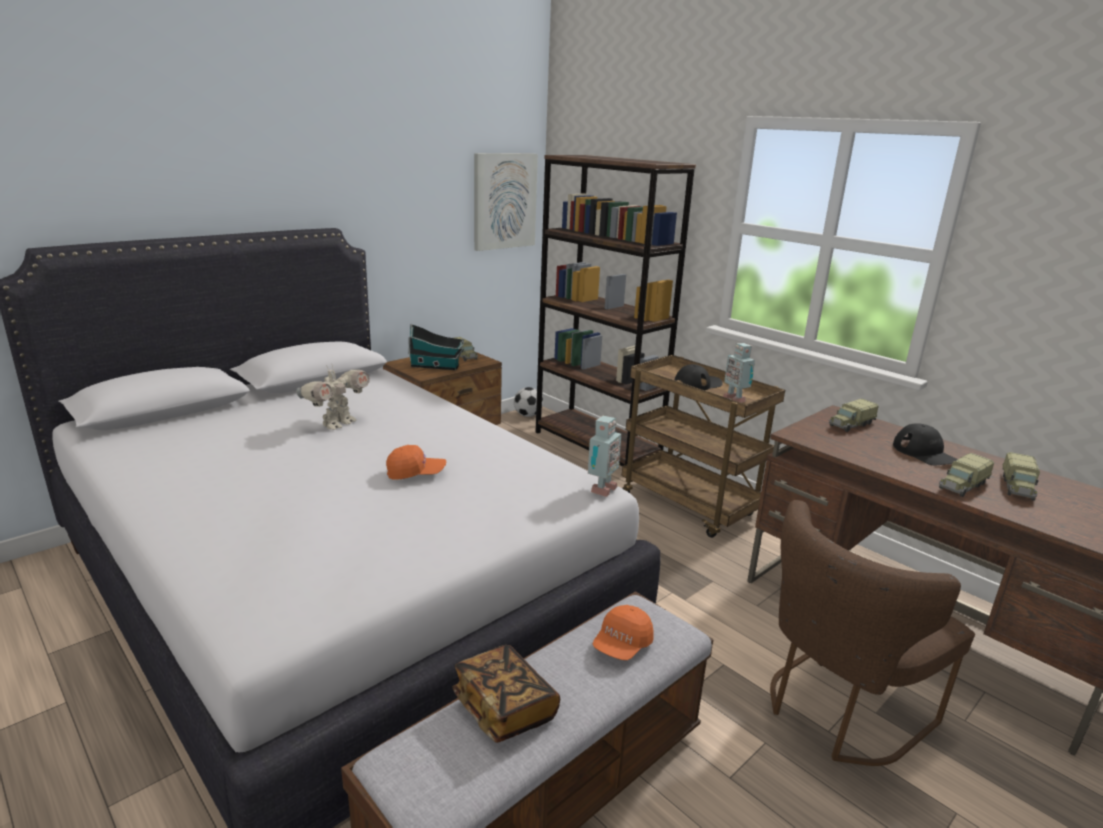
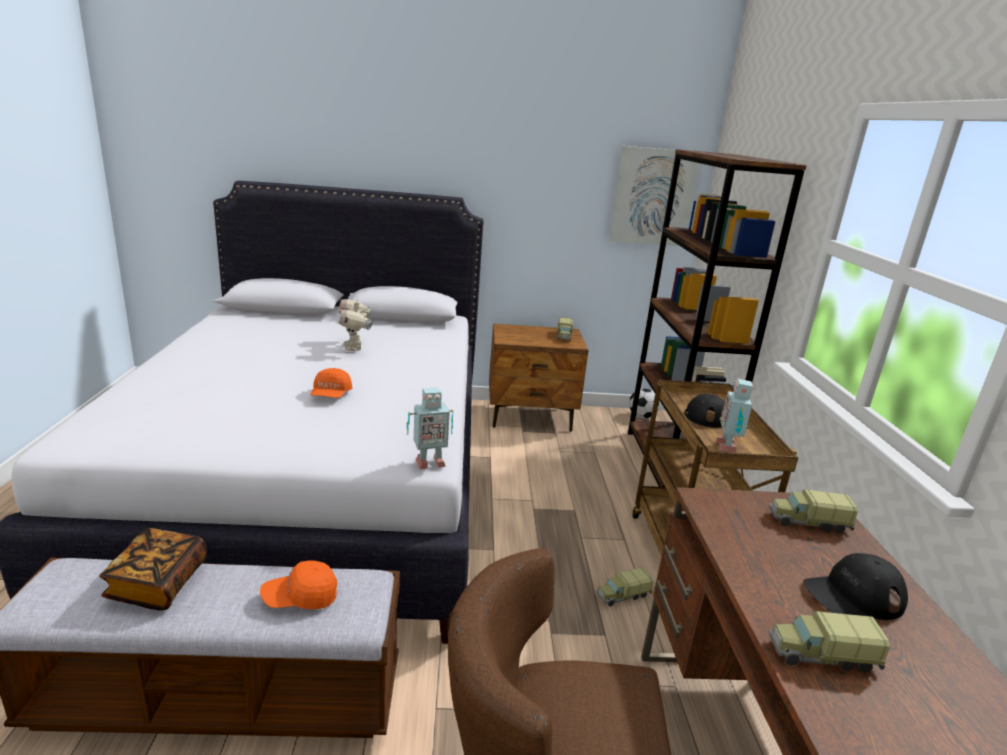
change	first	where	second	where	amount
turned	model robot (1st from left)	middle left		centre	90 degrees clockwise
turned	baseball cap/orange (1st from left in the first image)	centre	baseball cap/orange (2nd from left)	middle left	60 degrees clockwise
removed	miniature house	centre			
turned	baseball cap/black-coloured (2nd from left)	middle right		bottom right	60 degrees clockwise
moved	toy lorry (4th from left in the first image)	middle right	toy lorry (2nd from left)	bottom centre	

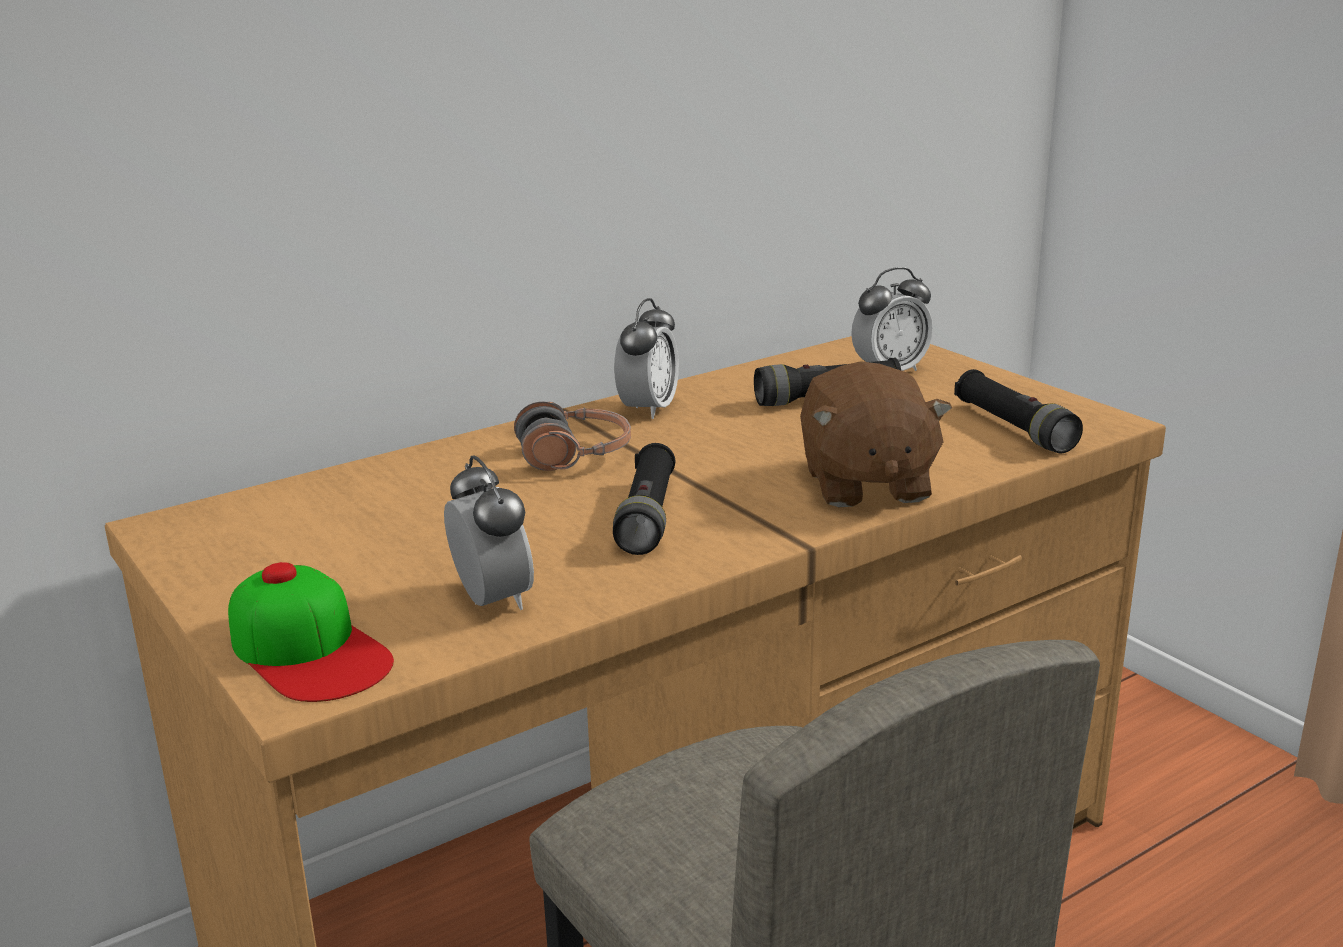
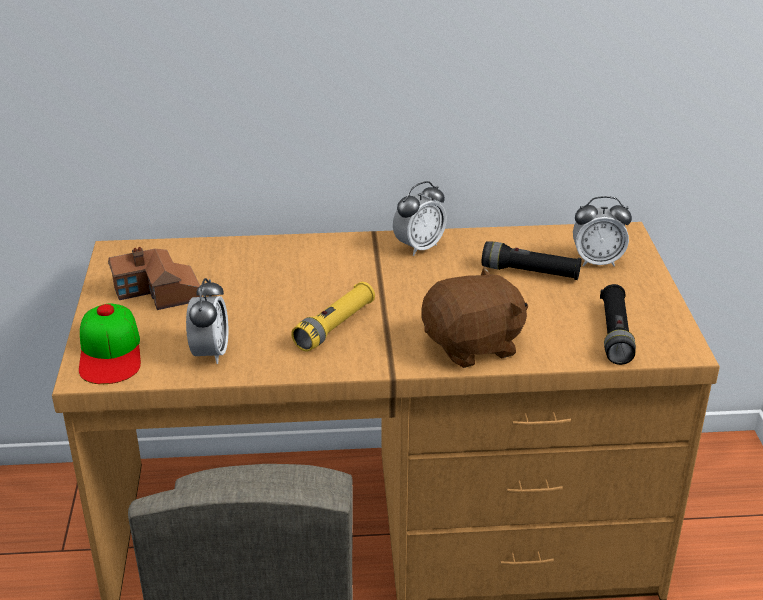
change	first	where	second	where	amount
removed	headset	centre			
recoloured	torch/black-coloured (1st from left)	centre	torch/yellow-coloured	centre	
turned	soft toy/brown	centre		centre	135 degrees counterclockwise
added			miniature house	middle left	

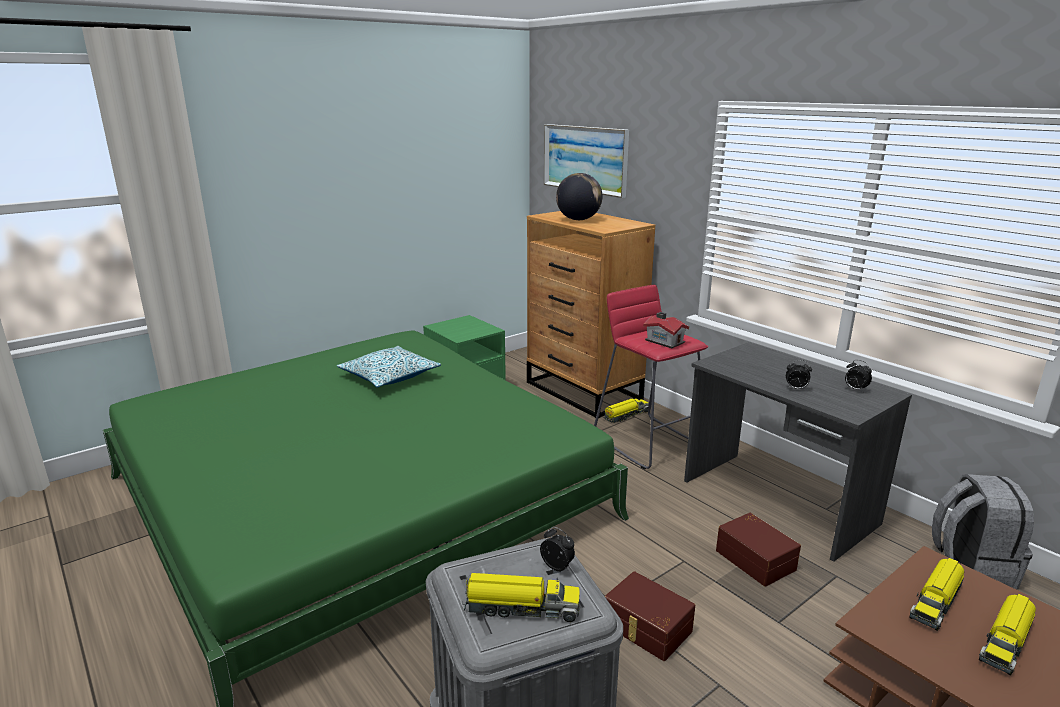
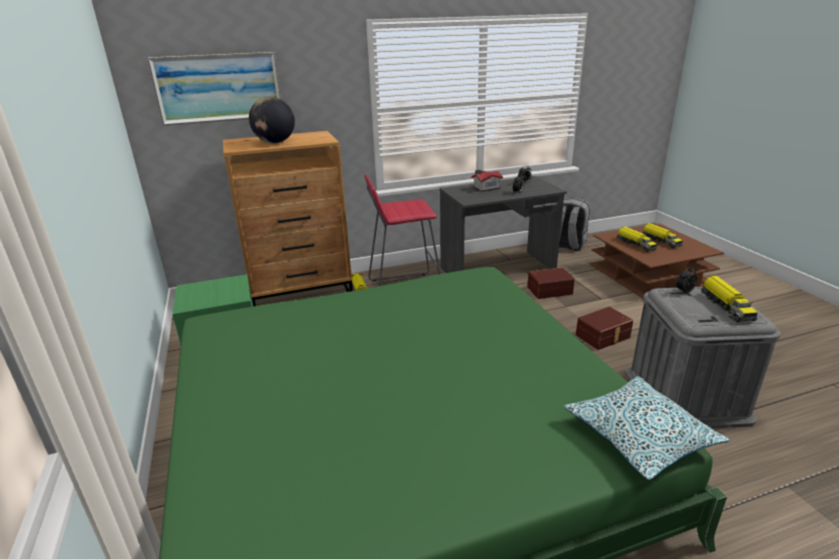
change	first	where	second	where	amount
moved	cushion	centre		bottom right	
turned	toy lorry (1st from left in the first image)	bottom centre	toy lorry (4th from left)	middle right	150 degrees clockwise
moved	miniature house	centre		top centre	

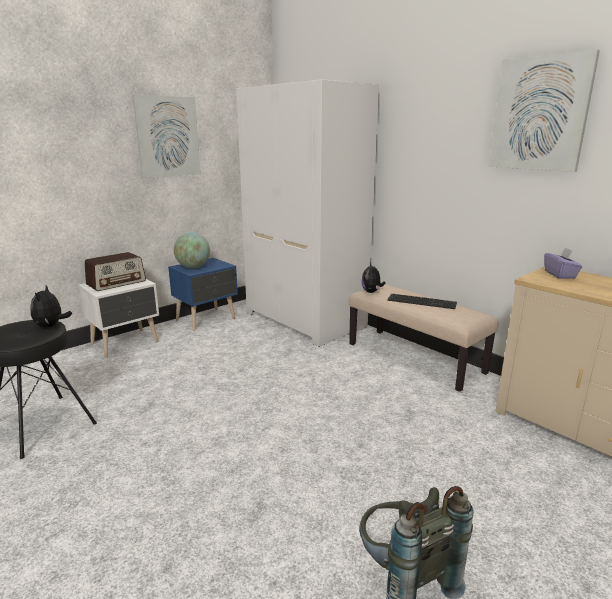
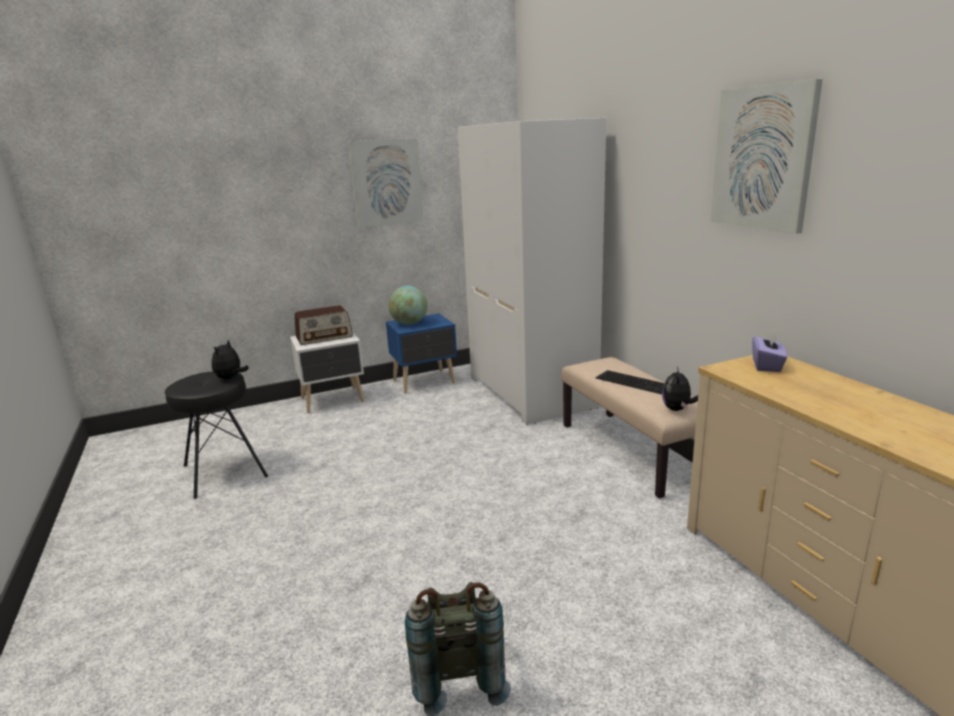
change	first	where	second	where	amount
moved	soft toy (2nd from left)	centre		middle right	

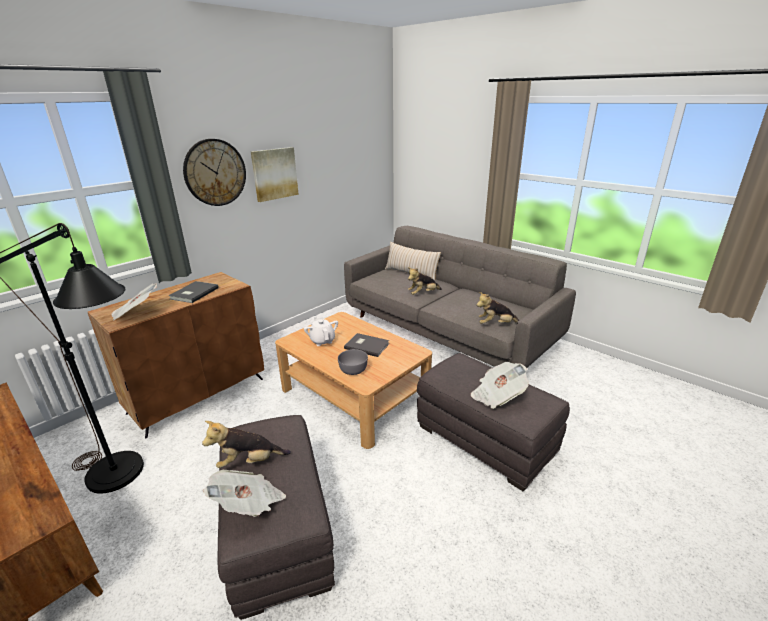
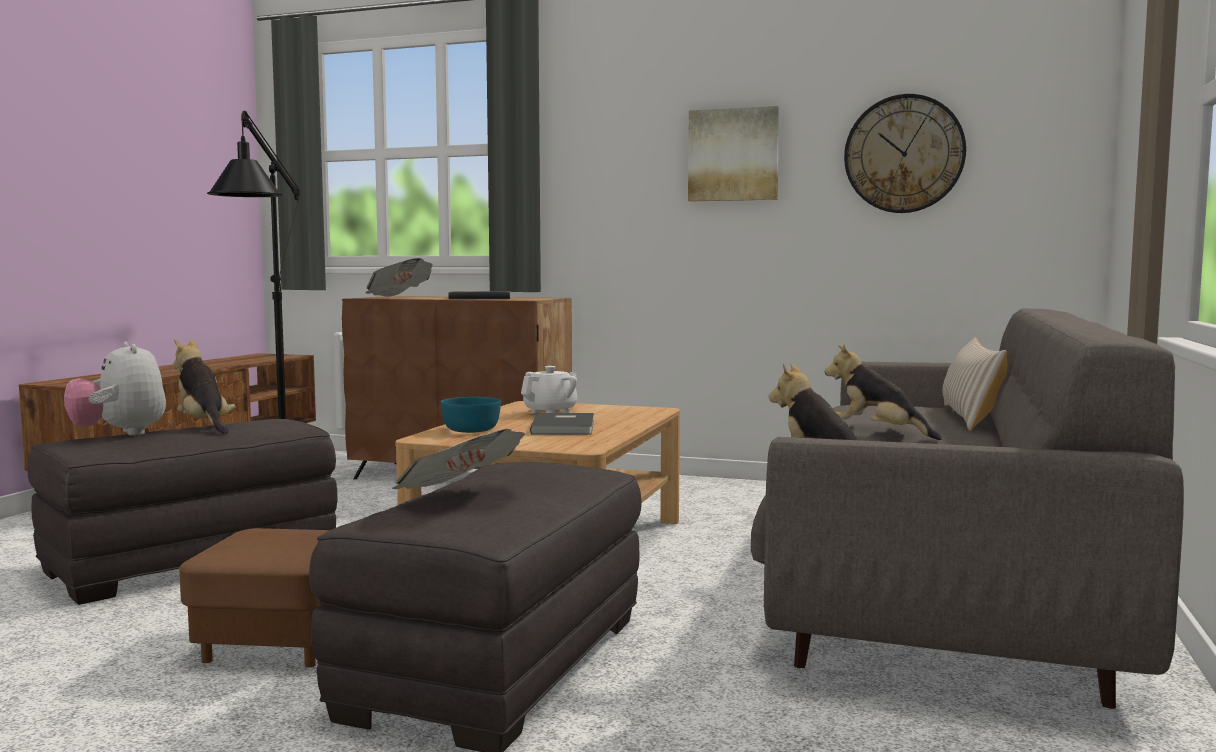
change	first	where	second	where	amount
moved	hanging clock	top left		top right	
replaced	printed paper (2nd from left)	bottom left	soft toy (1st from left)	middle left	
recoloured	serving bowl/greyish	centre	serving bowl/turquoise-coloured	centre	
added			ottoman/brown	bottom left	

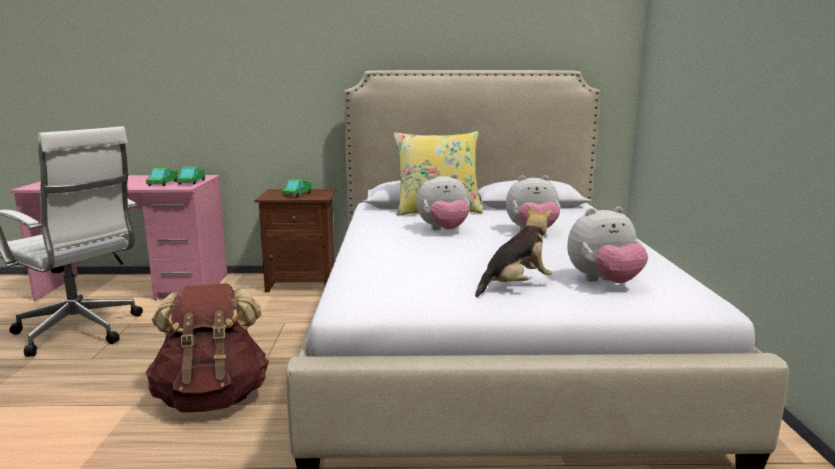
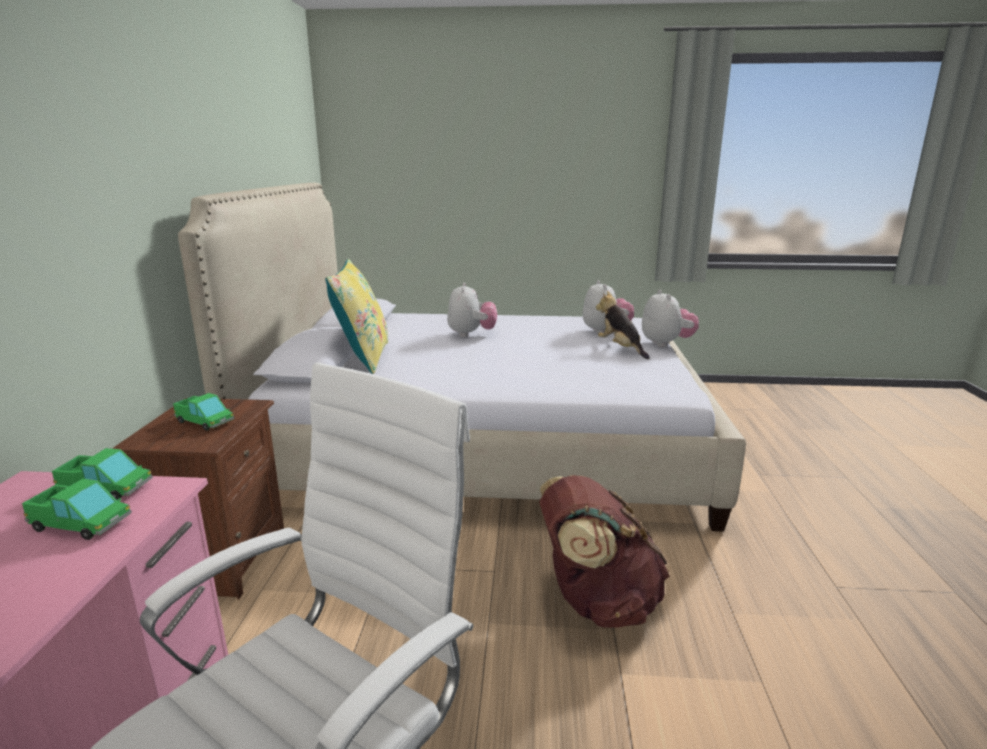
change	first	where	second	where	amount
moved	soft toy (1st from left in the first image)	centre	soft toy (4th from left)	middle right	

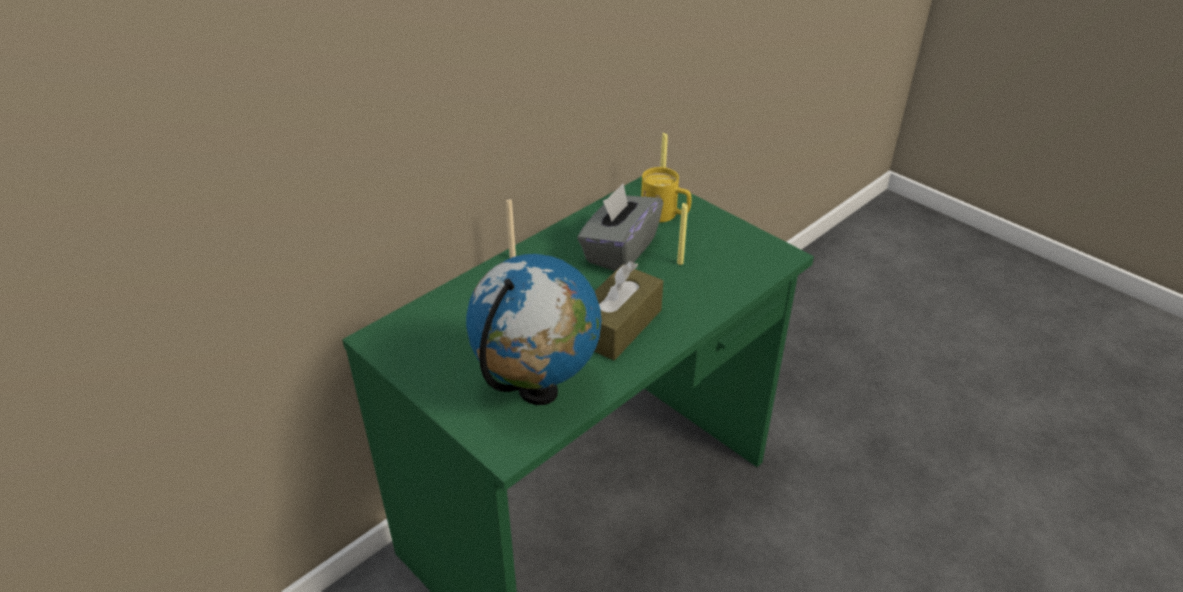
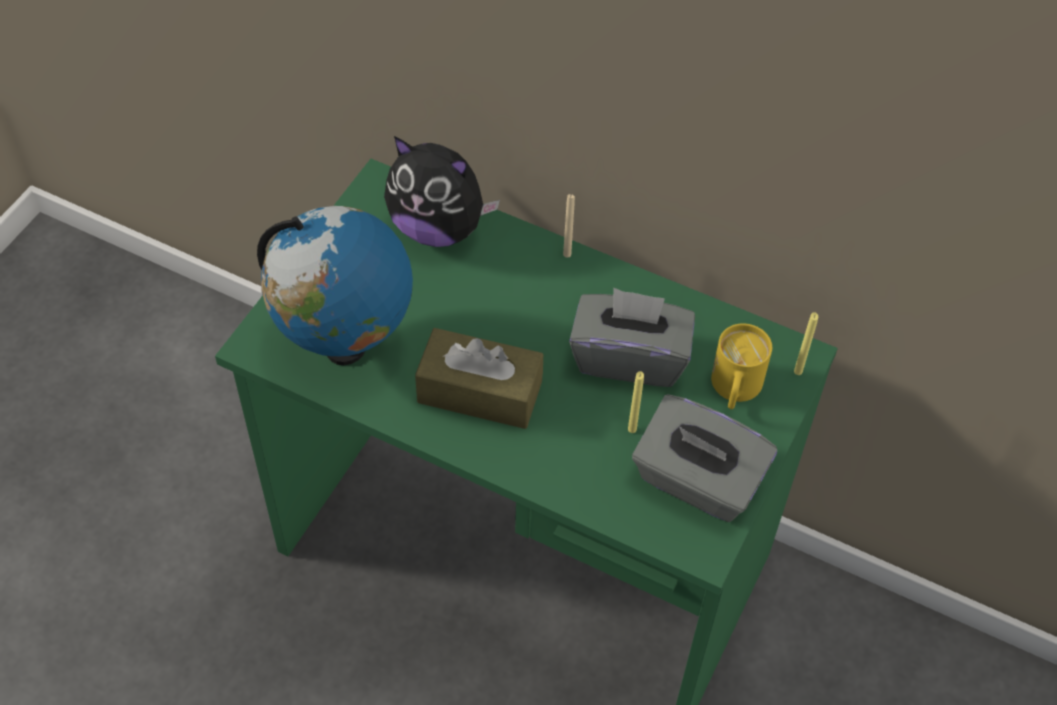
change	first	where	second	where	amount
added			soft toy	top centre	
added			tissue holder/greyish (2nd from left)	centre	

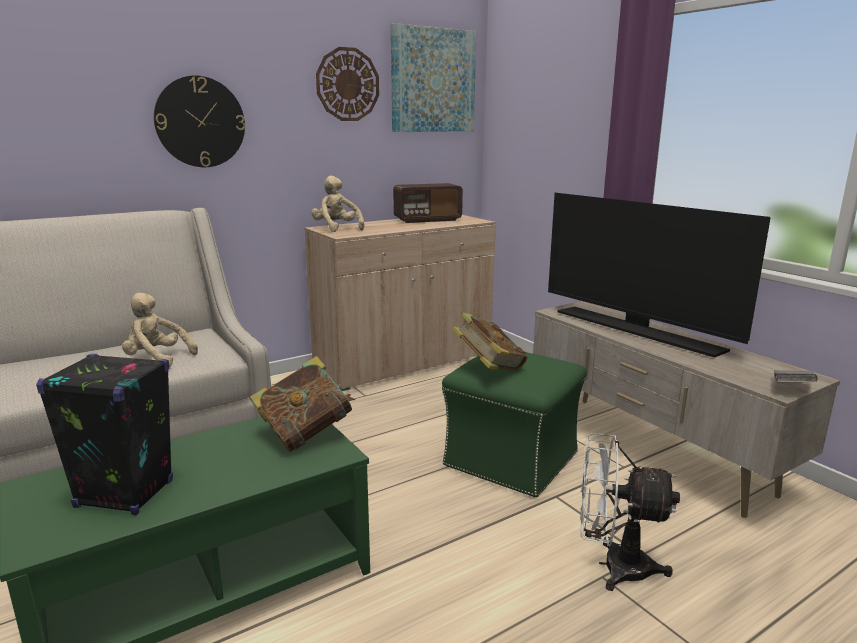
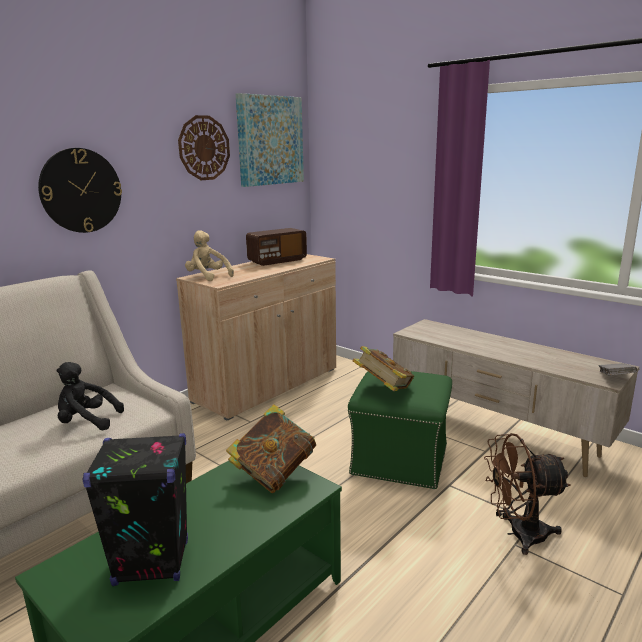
change	first	where	second	where	amount
recoloured	soft toy/beige-coloured (1st from left)	middle left	soft toy/black-coloured	middle left	
removed	television	middle right			
recoloured	fan/white-coloured	bottom right	fan/brown	bottom right	

